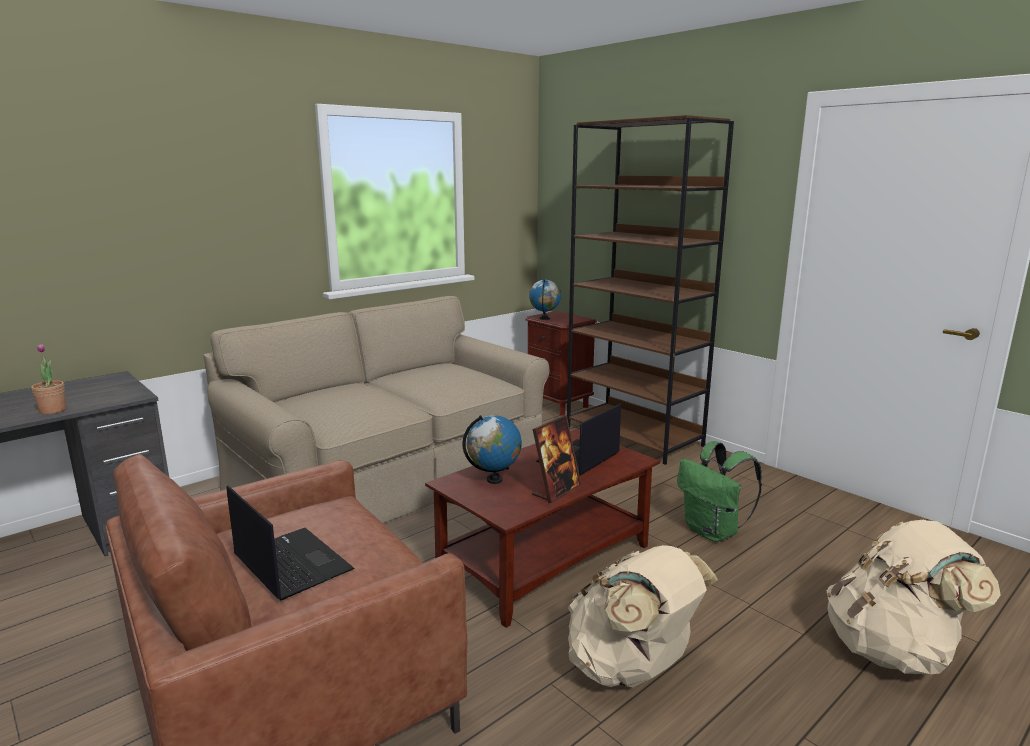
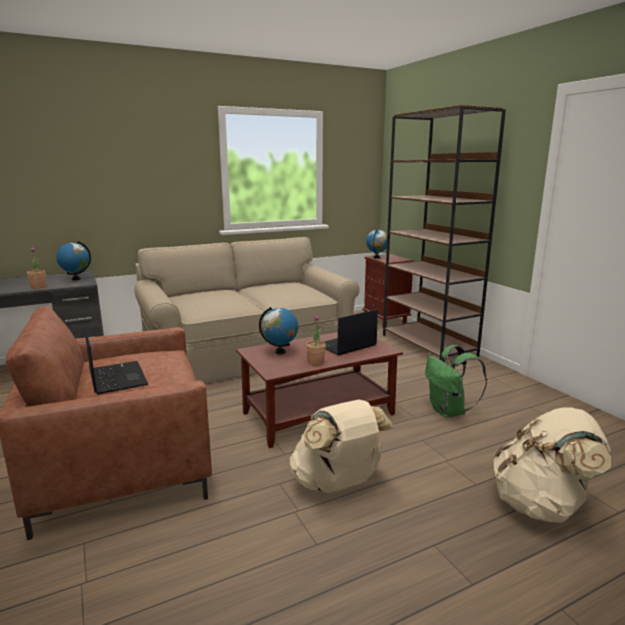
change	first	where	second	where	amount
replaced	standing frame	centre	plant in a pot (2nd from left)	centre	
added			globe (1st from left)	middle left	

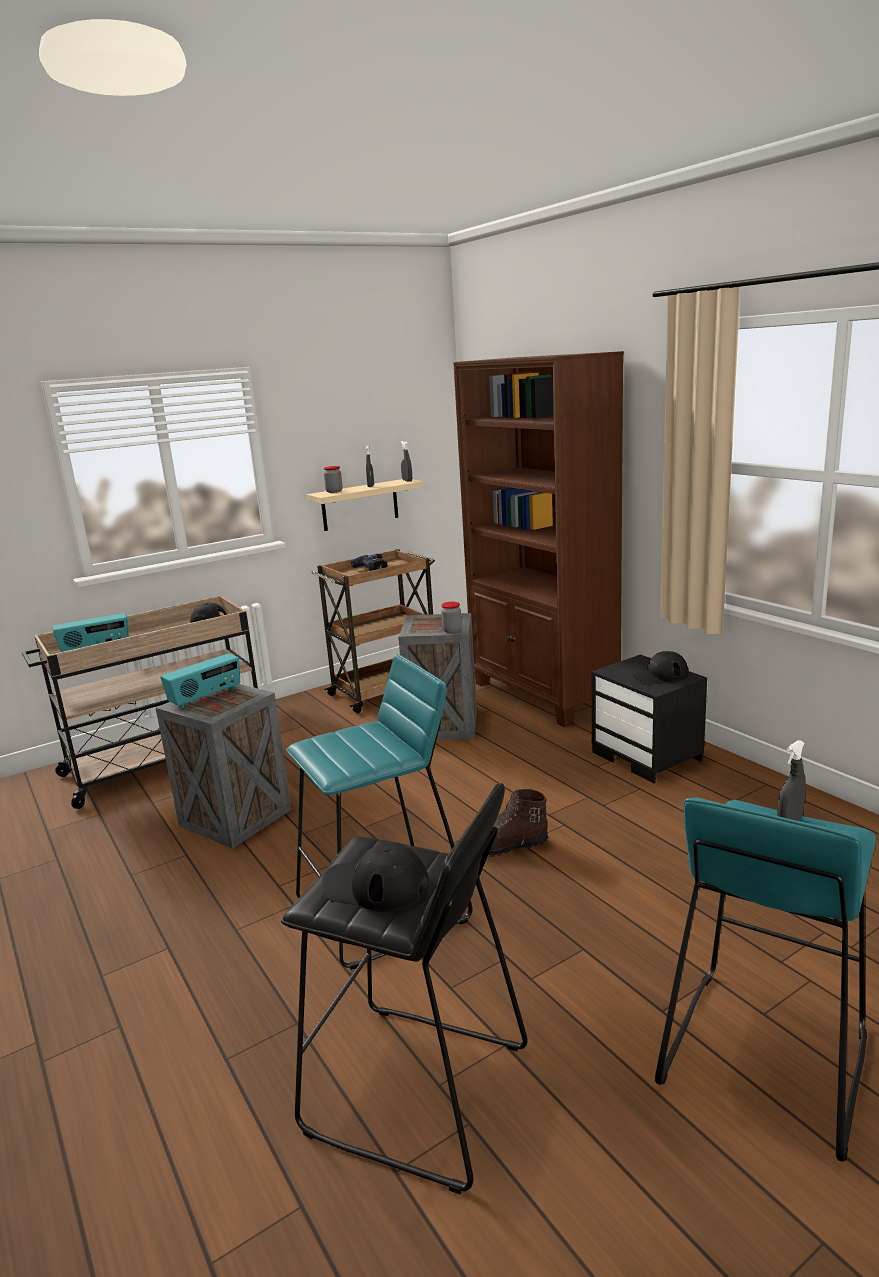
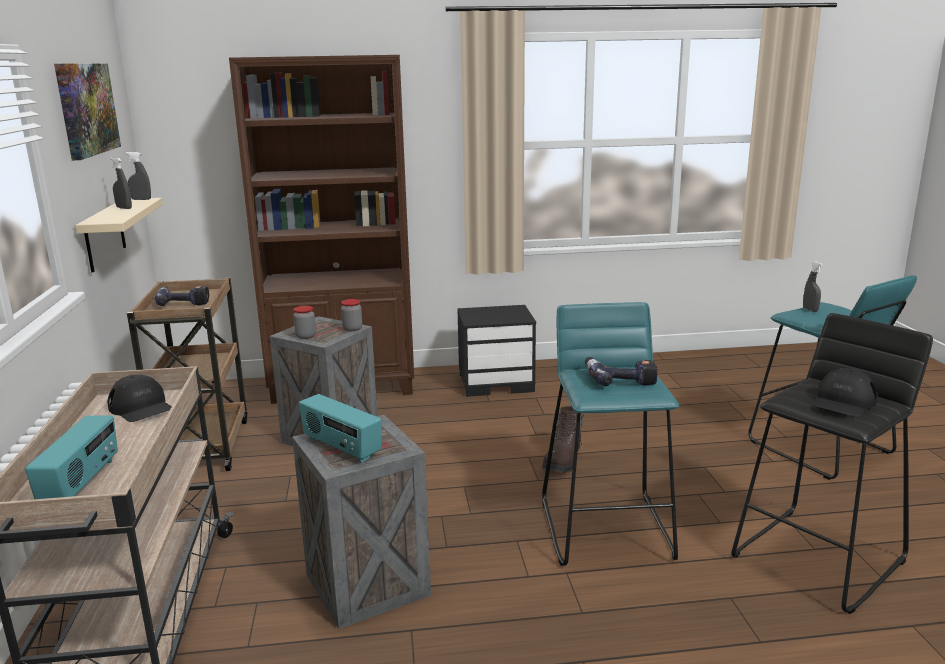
change	first	where	second	where	amount
turned	radio (2nd from left)	middle left		centre	150 degrees clockwise
moved	preserve jar (1st from left)	centre		middle left	
removed	baseball cap/black-coloured (3rd from left)	middle right			
added			wall art	top left	
added			drill (2nd from left)	centre	

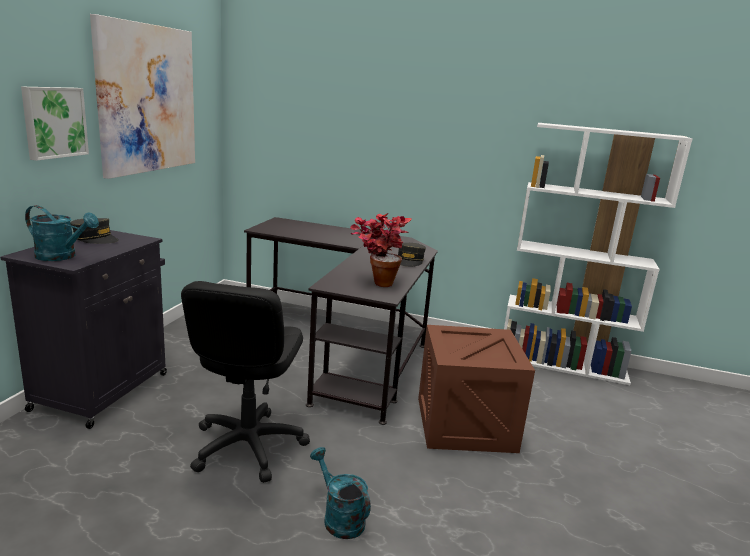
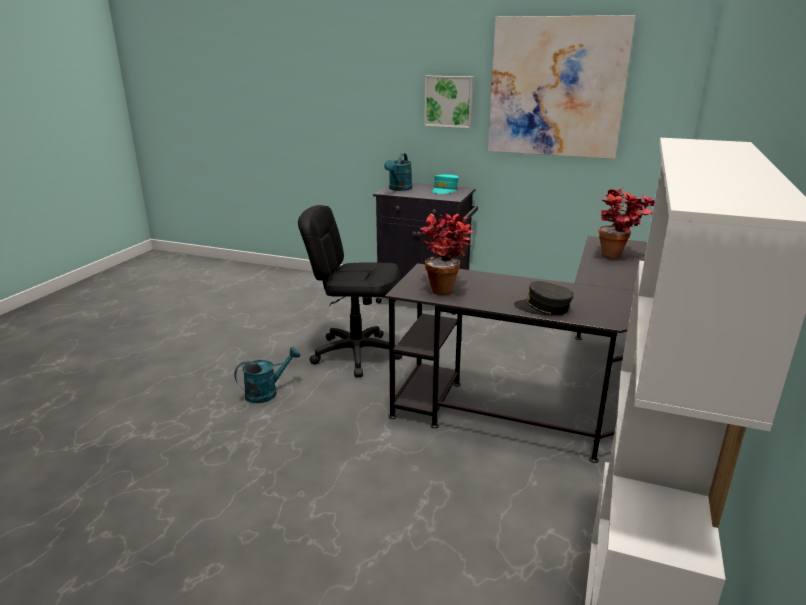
change	first	where	second	where	amount
recoloured	baseball cap/greyish (1st from left)	middle left	baseball cap/turquoise-coloured	top centre	
removed	packing crate	bottom centre			
added			plant in a pot (2nd from left)	middle right	

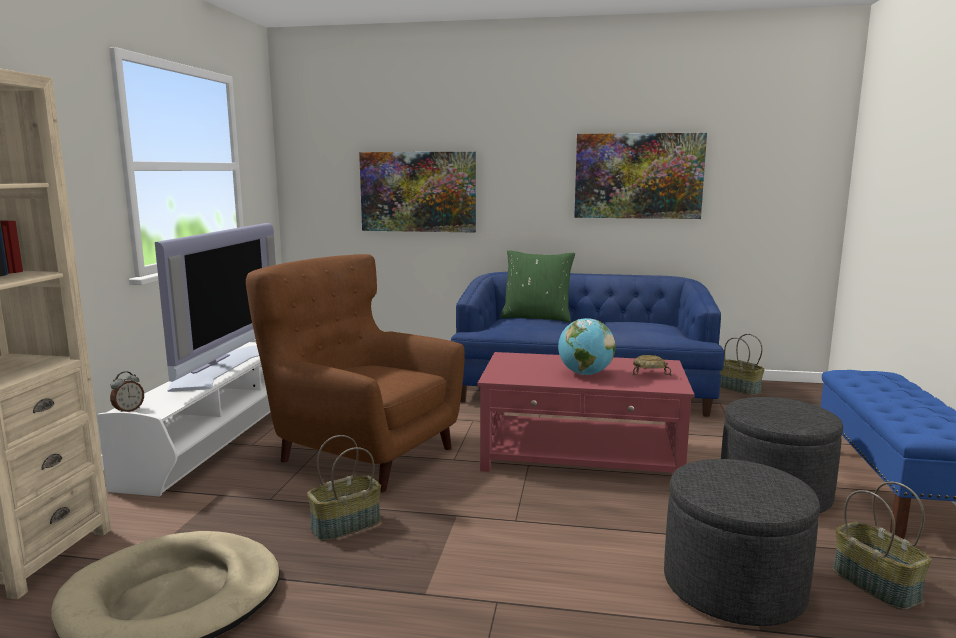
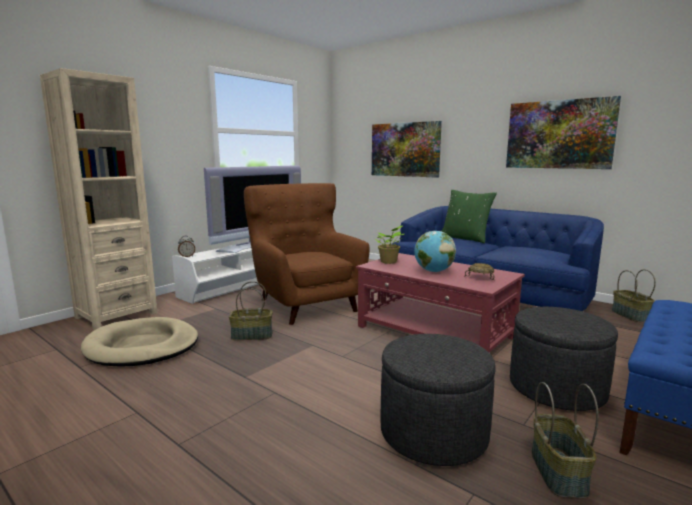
change	first	where	second	where	amount
added			plant in a pot	centre	

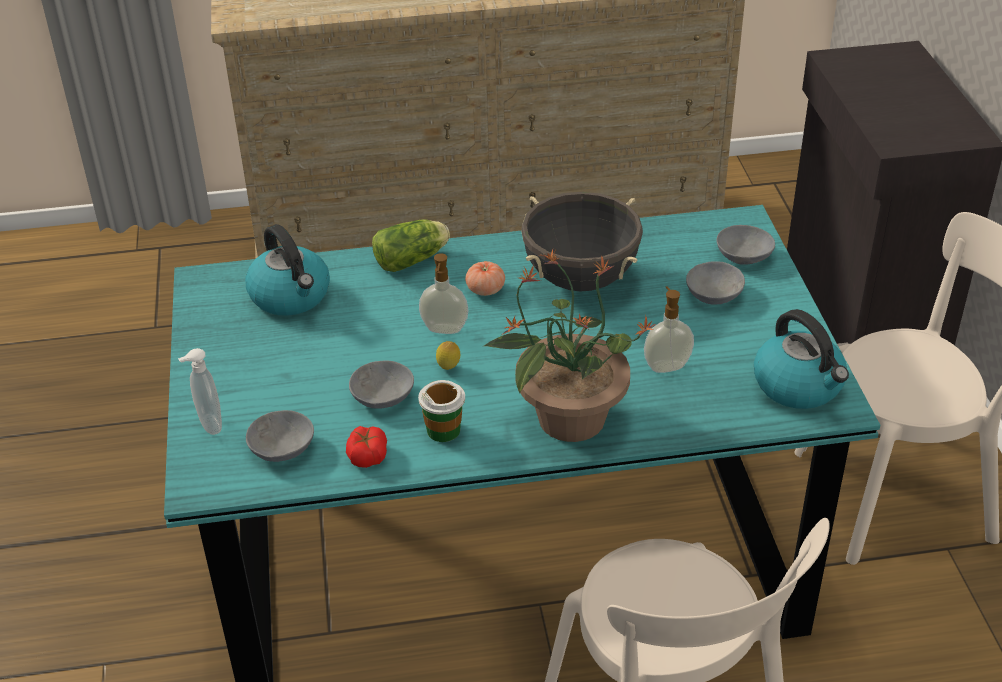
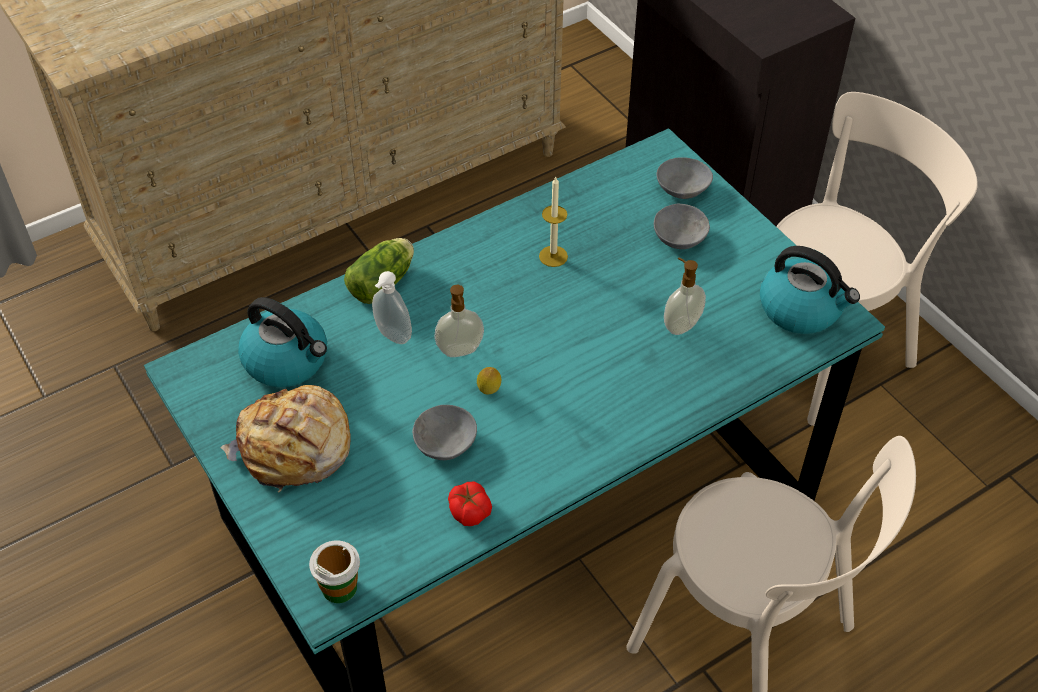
change	first	where	second	where	amount
moved	liquid soap bottle (1st from left)	middle left		centre	
removed	serving bowl/greyish (1st from left)	middle left			
moved	small cup	centre		bottom left	
removed	fresh tomato (2nd from left)	centre			
removed	plant in a pot	centre			
replaced	saucepot/black-coloured	centre	wax light	top centre	
added			bread	middle left	

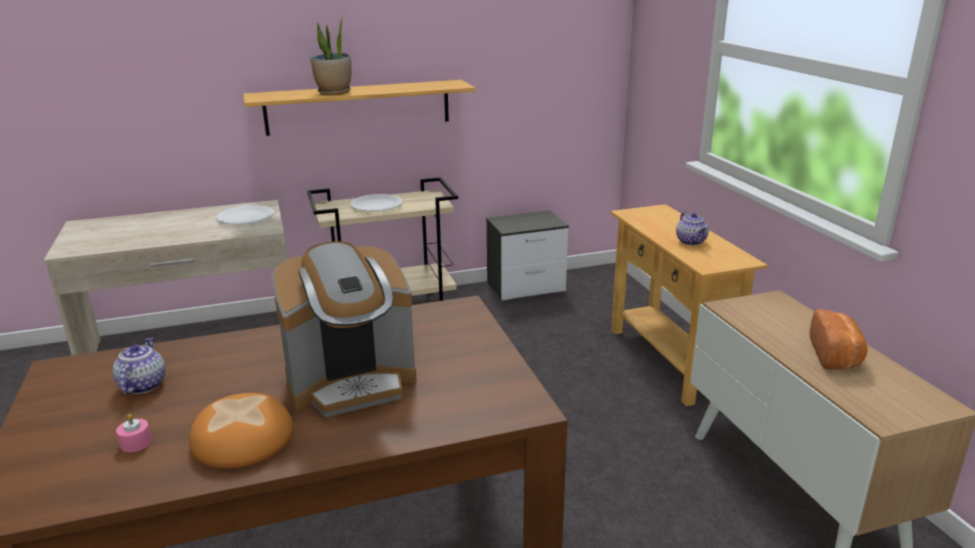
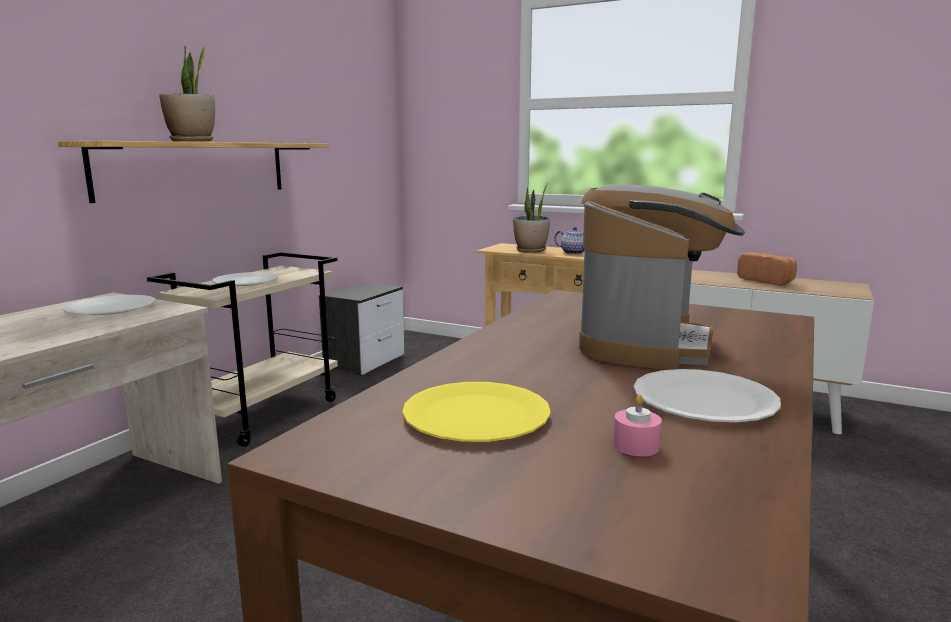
change	first	where	second	where	amount
replaced	pot for tea (1st from left)	middle left	flat dish/yellow-coloured	centre	
replaced	bread (1st from left)	bottom left	flat dish/white-coloured (3rd from left)	middle right	
added			plant in a pot (2nd from left)	centre	

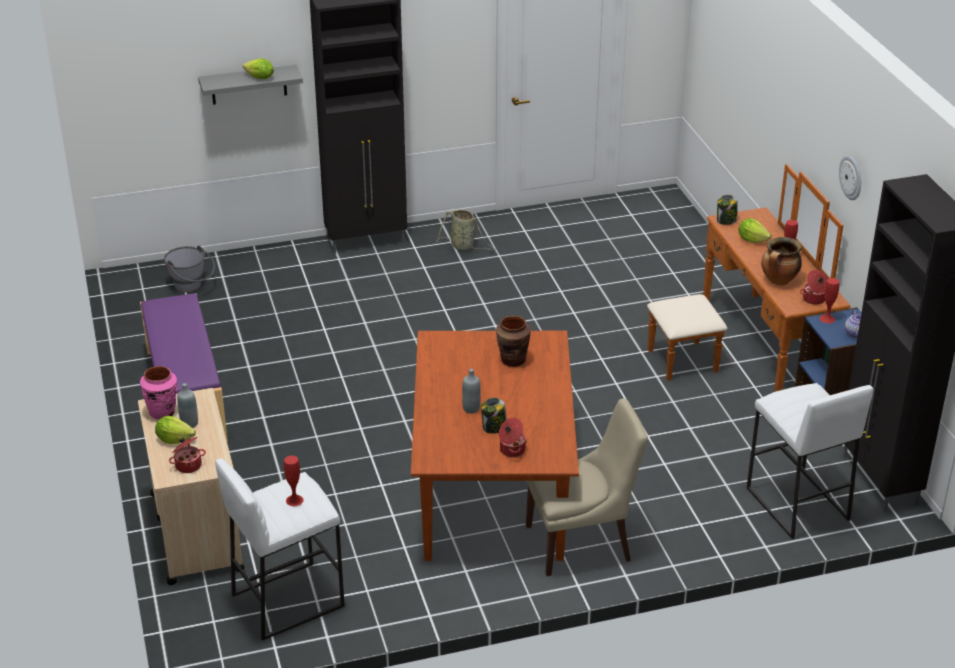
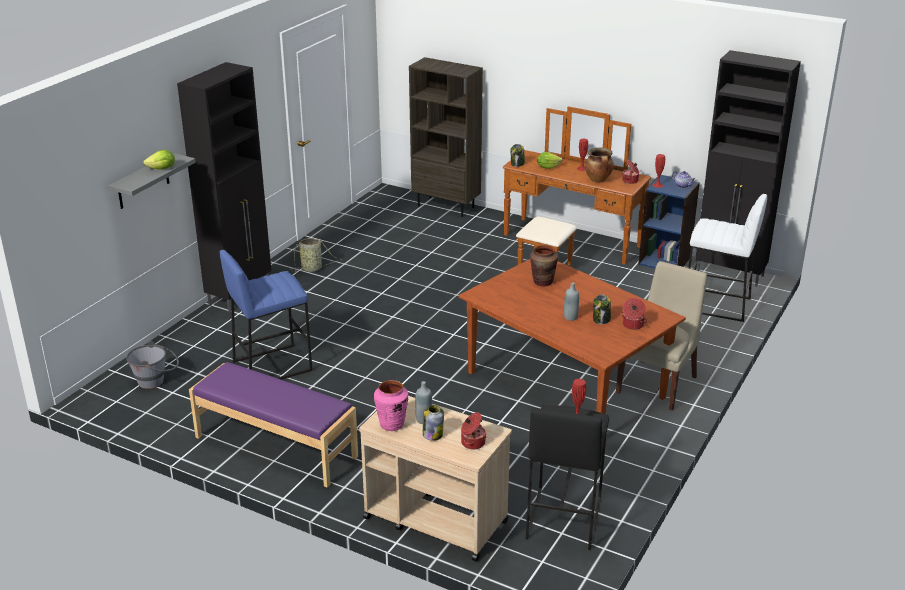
change	first	where	second	where	amount
replaced	lettuce head (1st from left)	middle left	preserve jar (1st from left)	bottom centre	
recoloured	stool/white-coloured (1st from left)	bottom left	stool/black-coloured	bottom centre	
removed	hanging clock	top right			
added			stool/blue	middle left	
added			bookcase/brown	top centre	

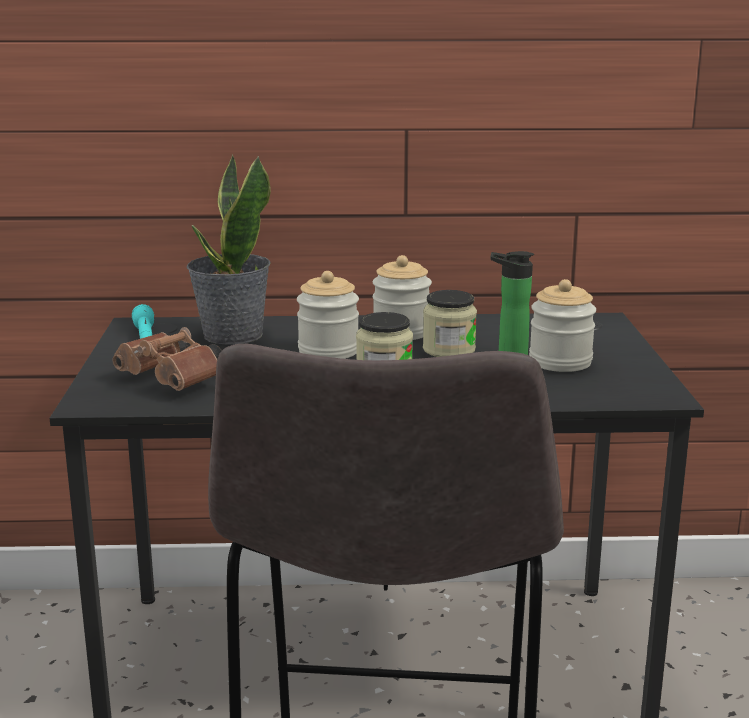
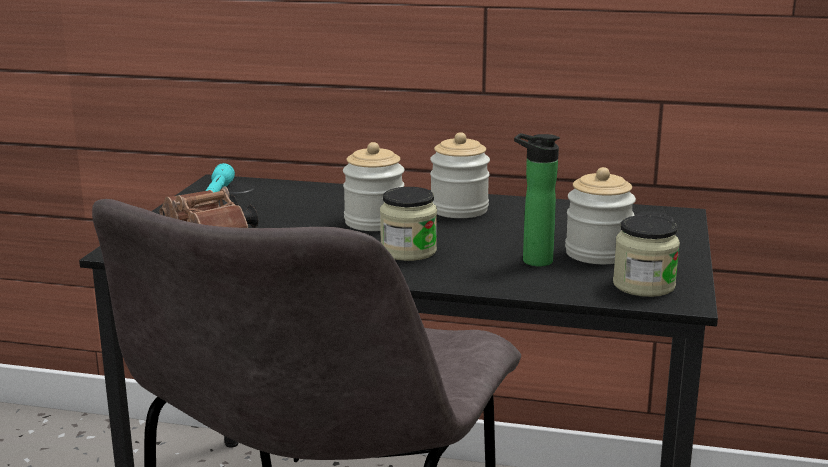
change	first	where	second	where	amount
removed	plant in a pot	middle left			
moved	preserve jar (4th from left in the first image)	centre	preserve jar (5th from left)	middle right	

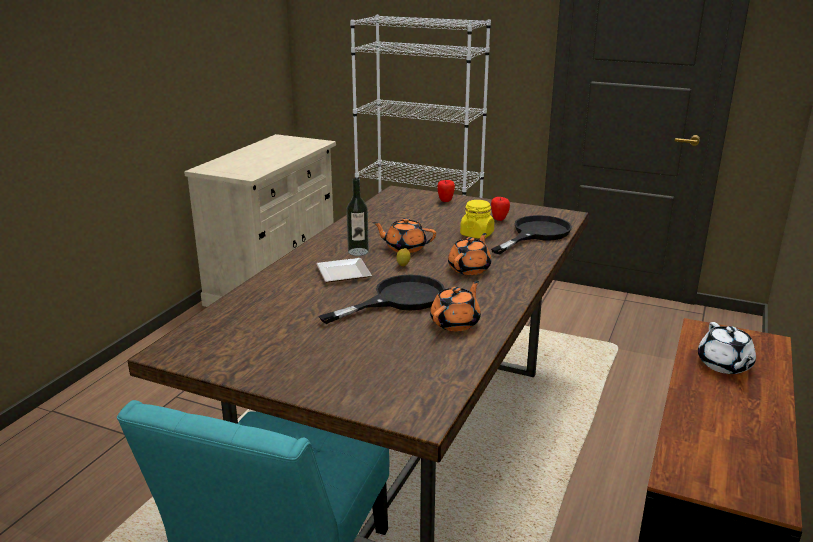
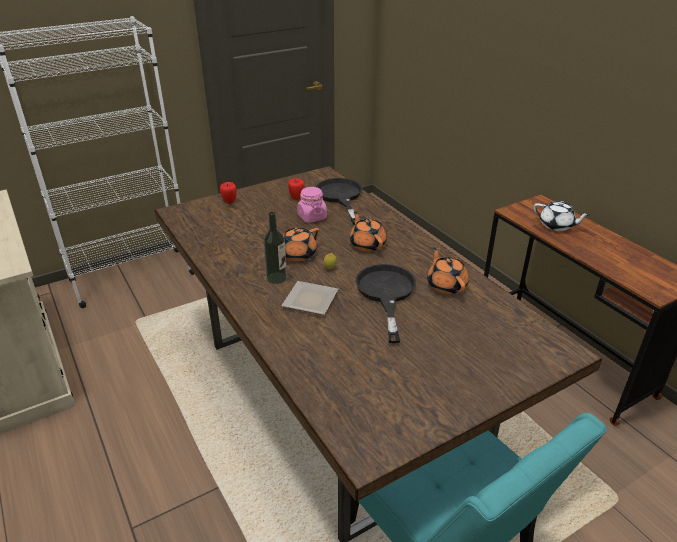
change	first	where	second	where	amount
recoloured	preserve jar/yellow-coloured	centre	preserve jar/pink	centre	

